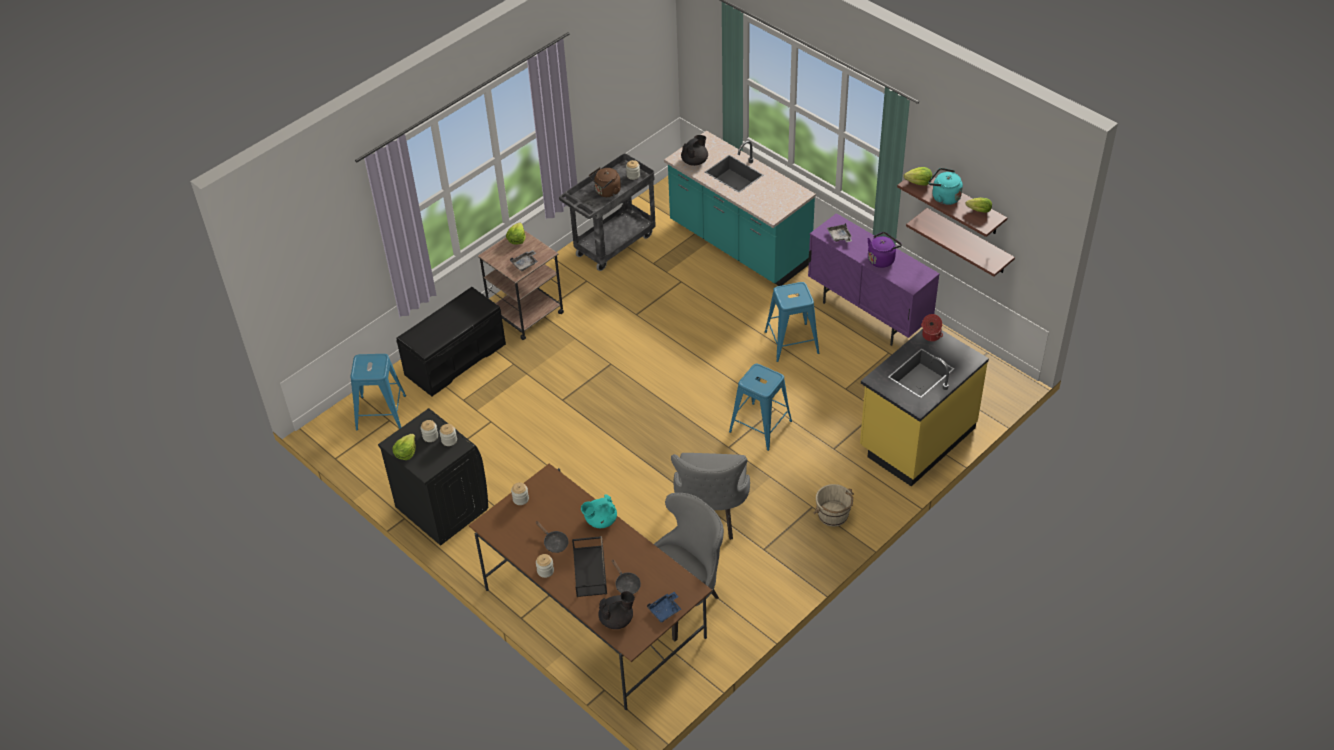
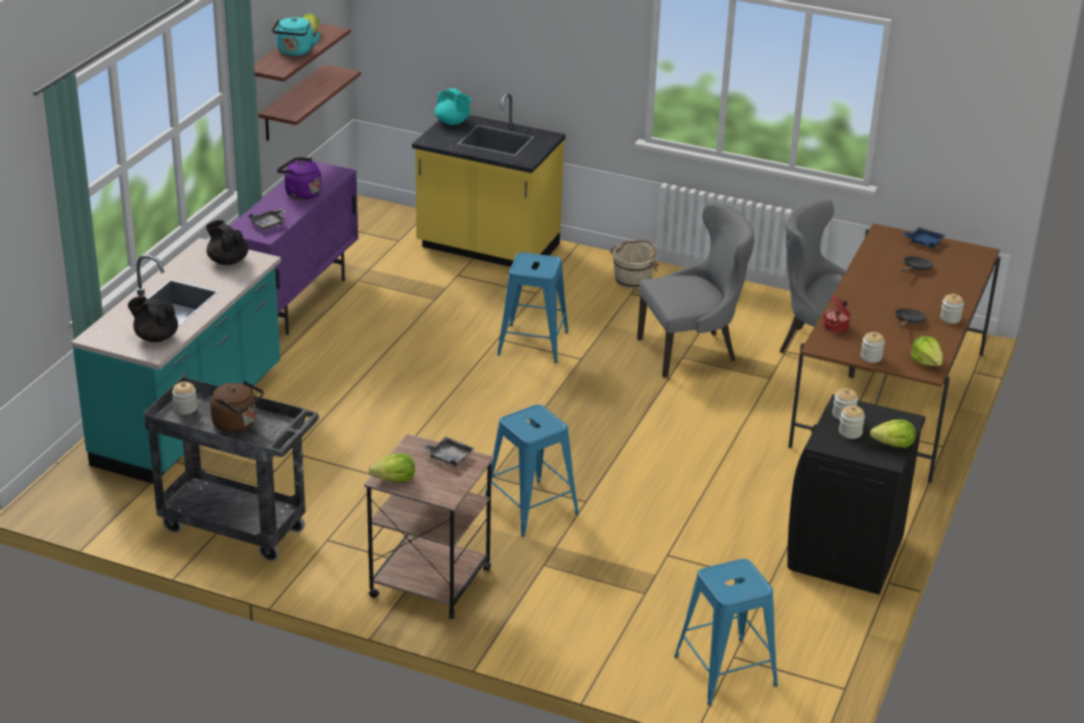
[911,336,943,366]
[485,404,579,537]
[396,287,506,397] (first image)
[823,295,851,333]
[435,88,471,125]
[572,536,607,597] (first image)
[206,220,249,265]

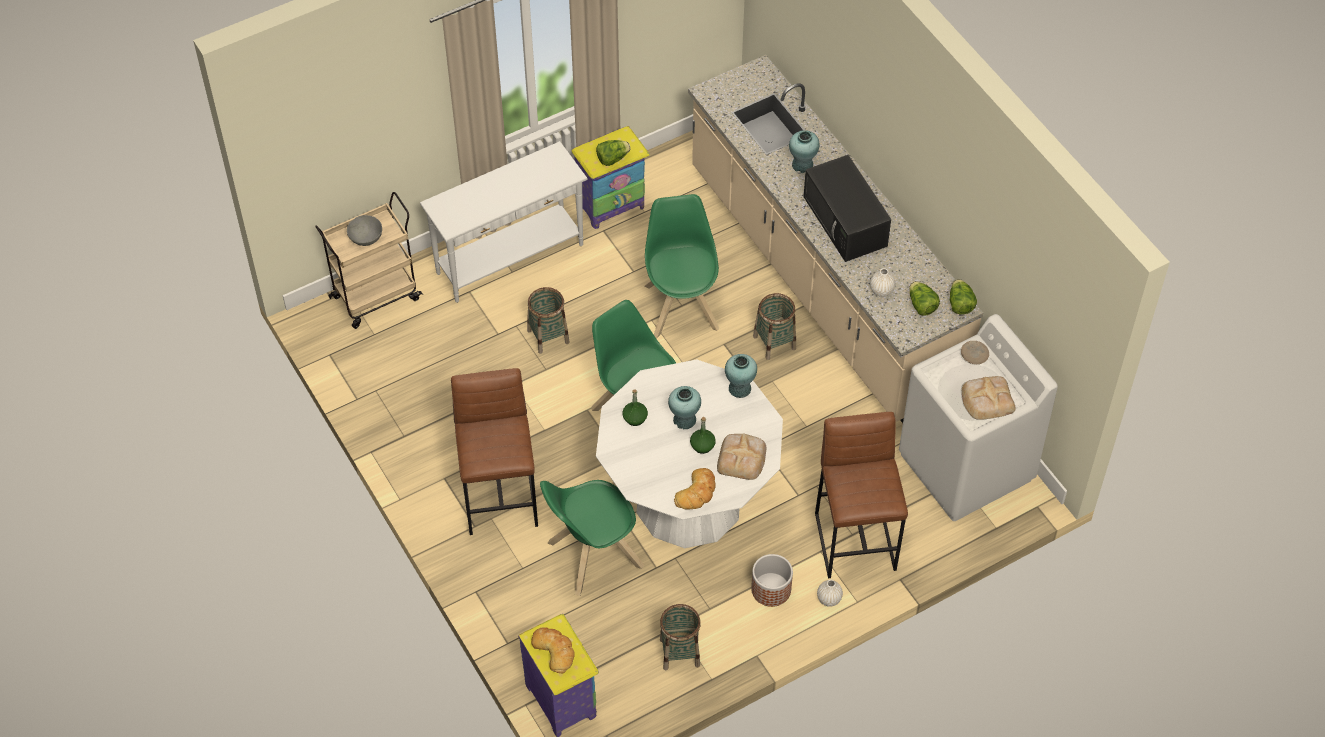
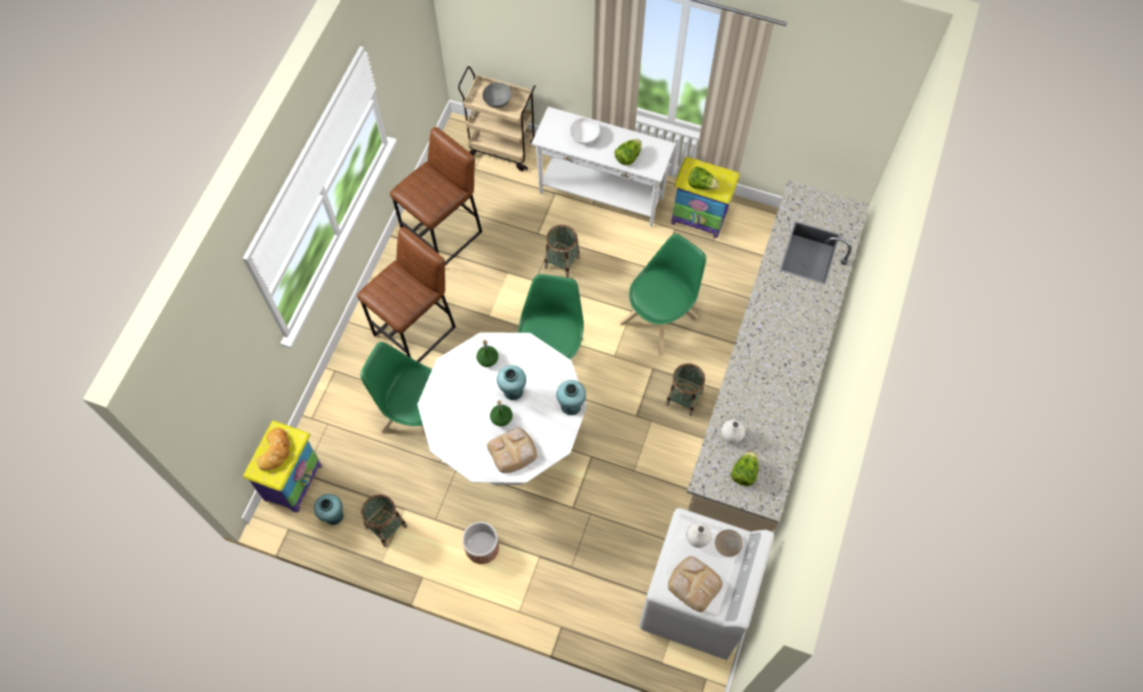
[314,494,344,525]
[803,155,891,262] (first image)
[615,139,642,165]
[390,127,482,265]
[674,468,716,510] (first image)
[686,522,712,548]
[570,117,600,144]

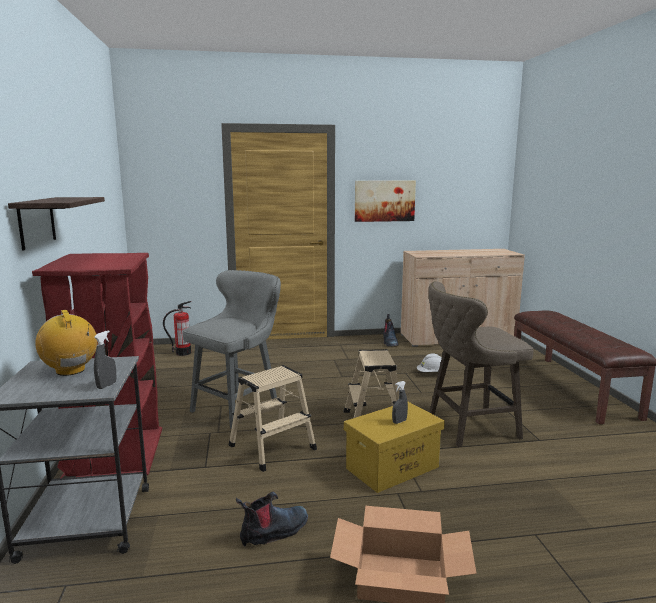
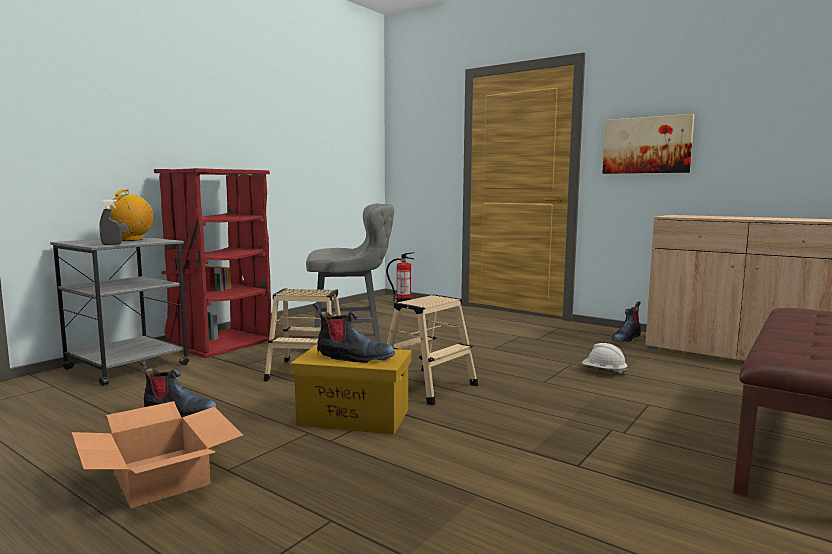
[8,197,105,251] (first image)
[429,281,534,447] (first image)
[313,303,395,363]

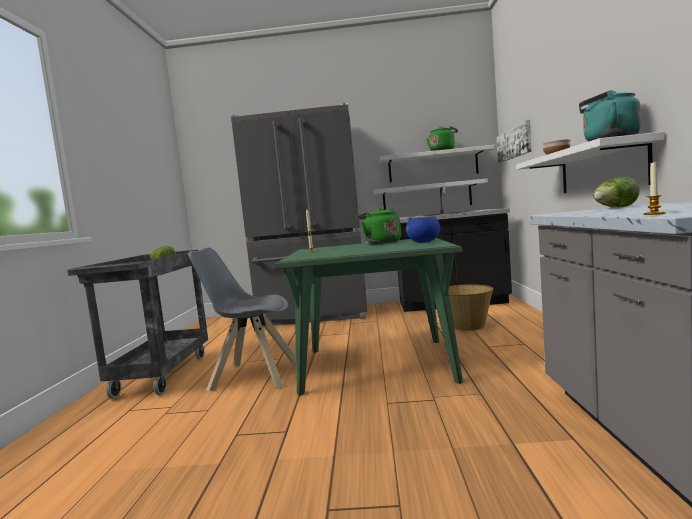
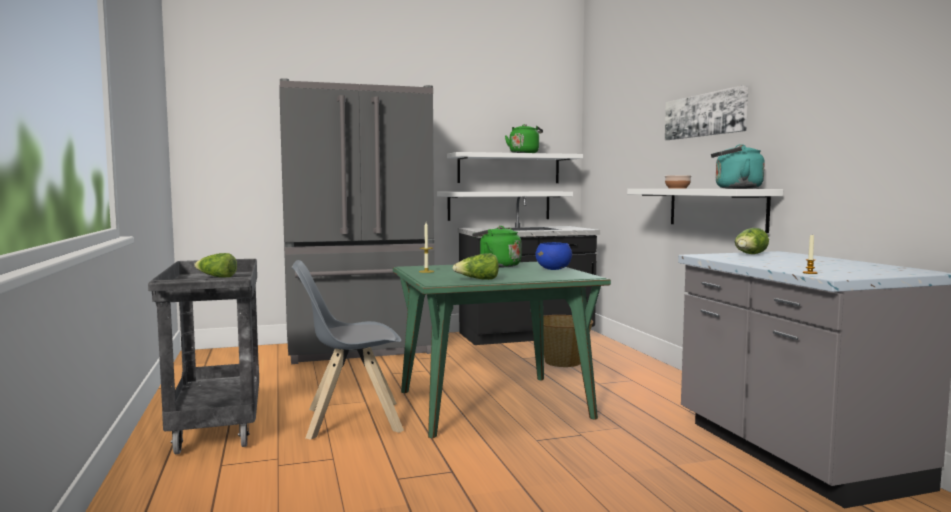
[665,85,749,140]
[453,253,499,280]

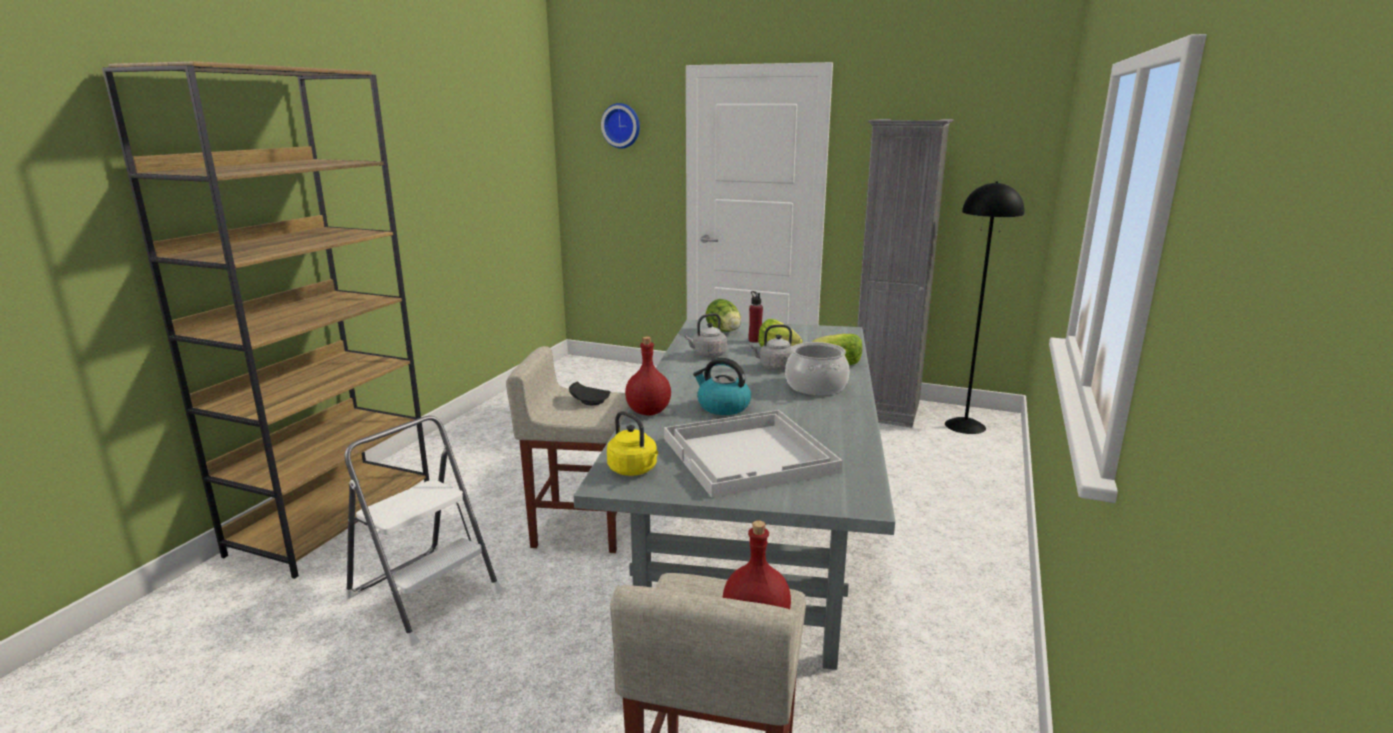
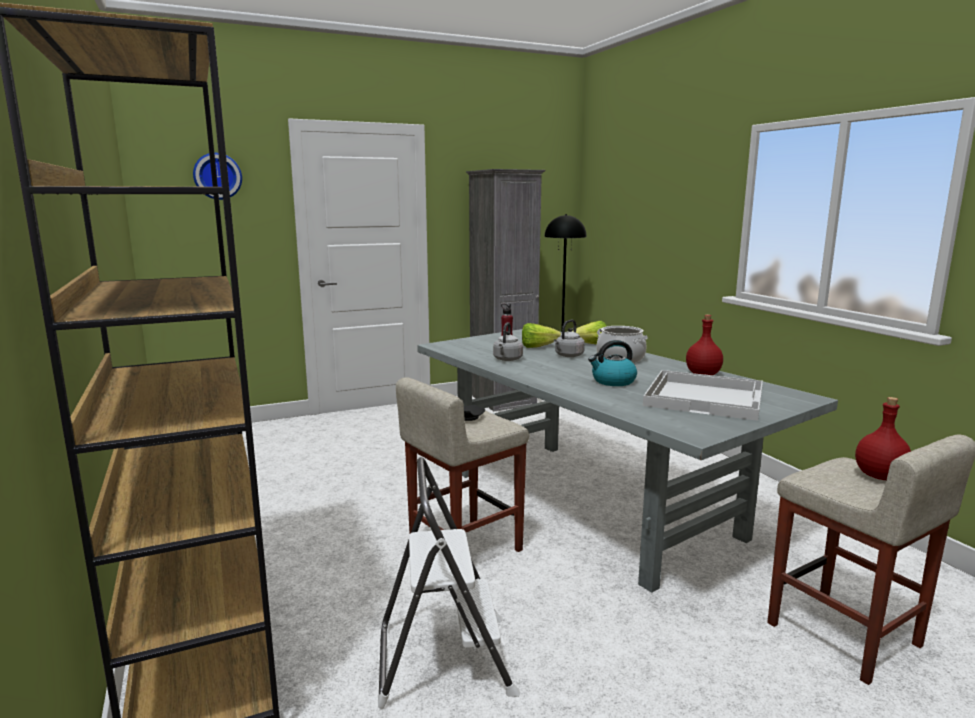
[706,299,741,332] (first image)
[686,315,723,375]
[607,411,658,476] (first image)

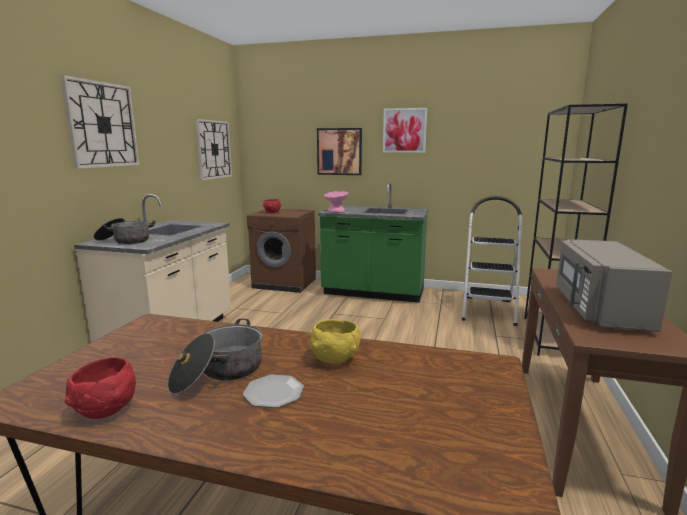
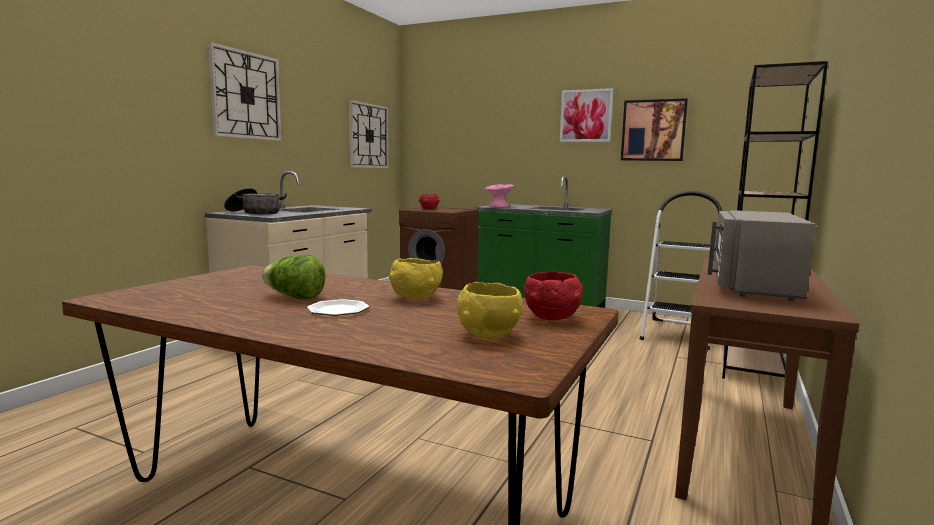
[621,98,688,161]
[262,255,326,299]
[524,272,583,320]
[457,282,523,338]

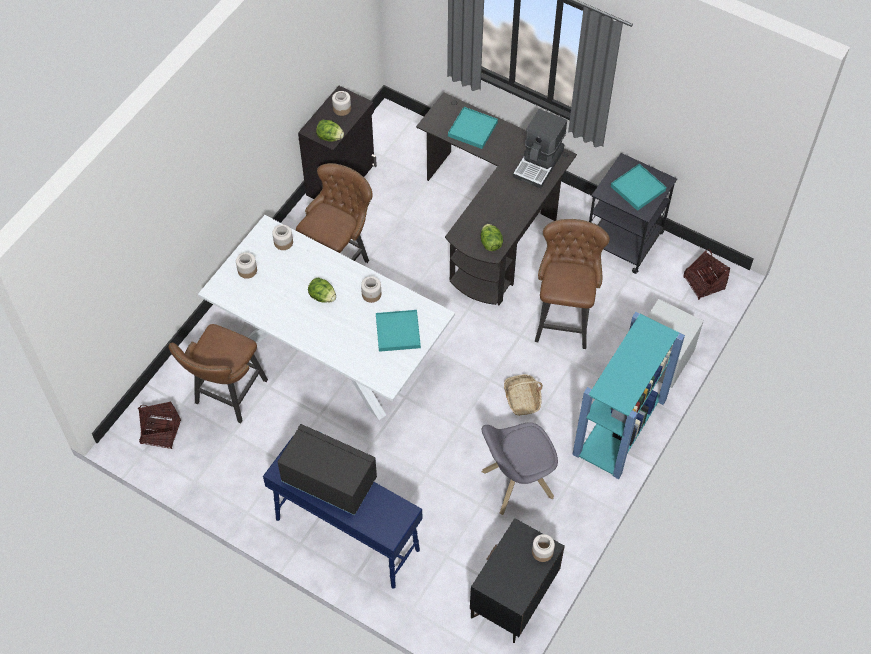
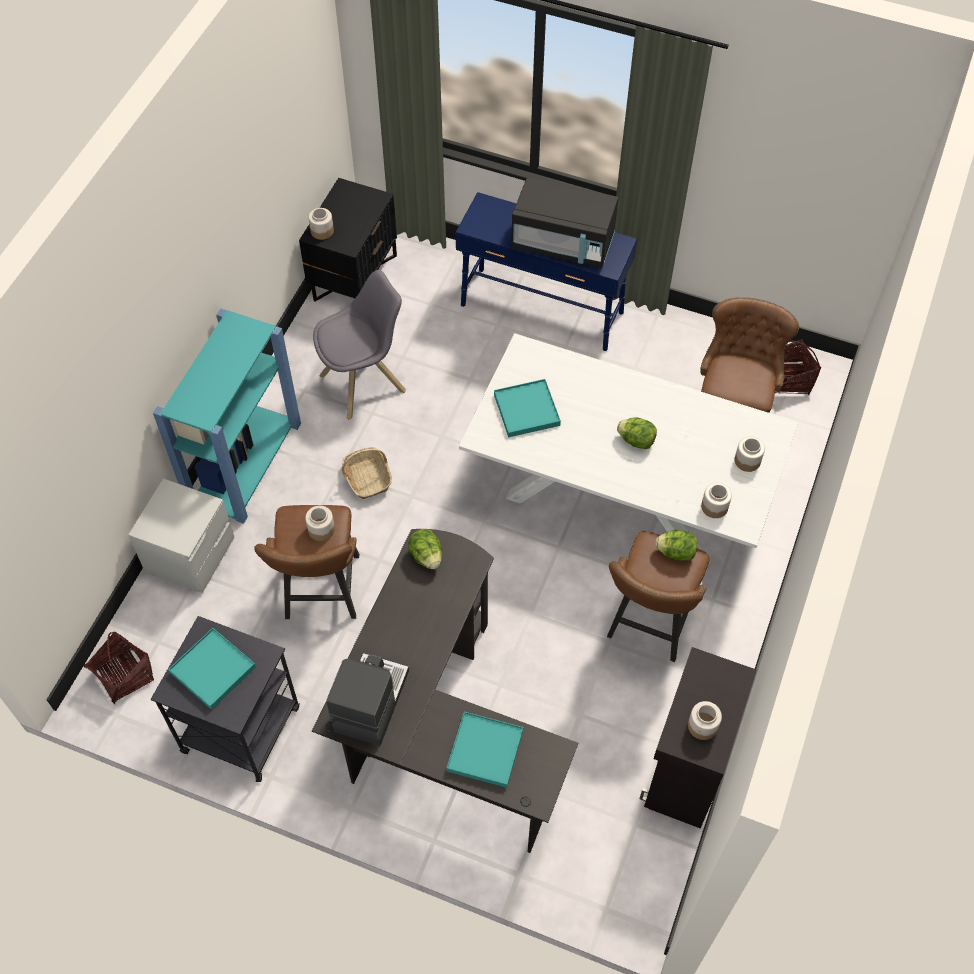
[655,530,697,561]
[305,506,335,541]

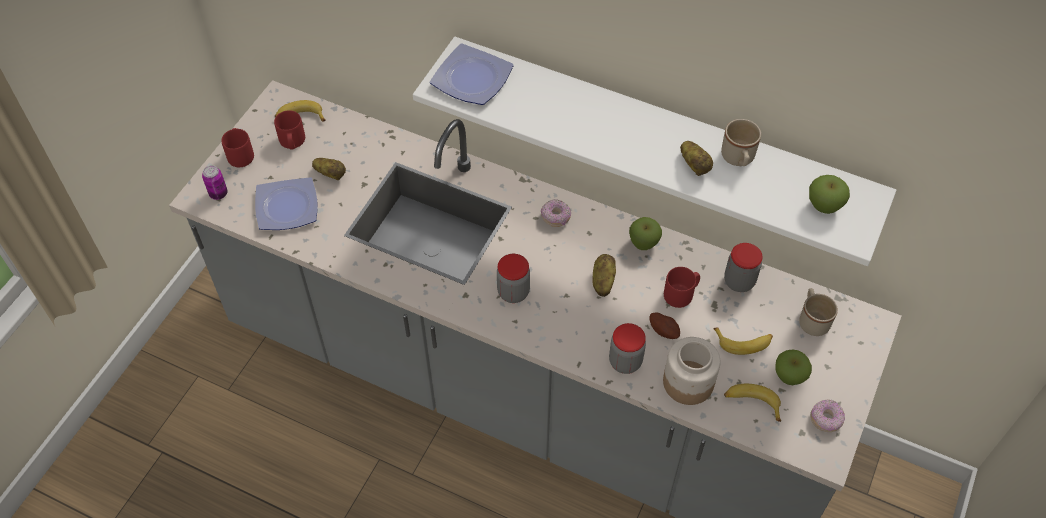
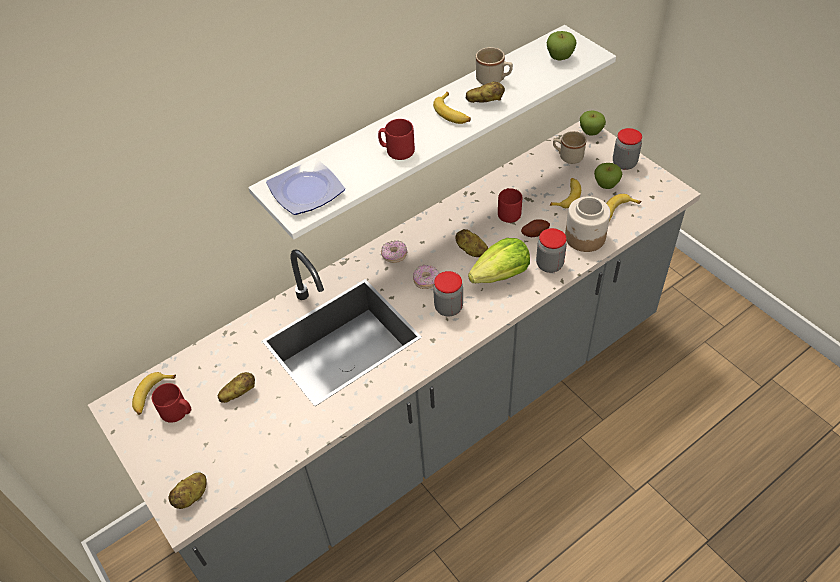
[378,119,415,160]
[169,472,207,509]
[255,177,318,230] (first image)
[580,110,606,136]
[613,128,642,170]
[413,265,440,289]
[433,92,471,124]
[468,238,530,283]

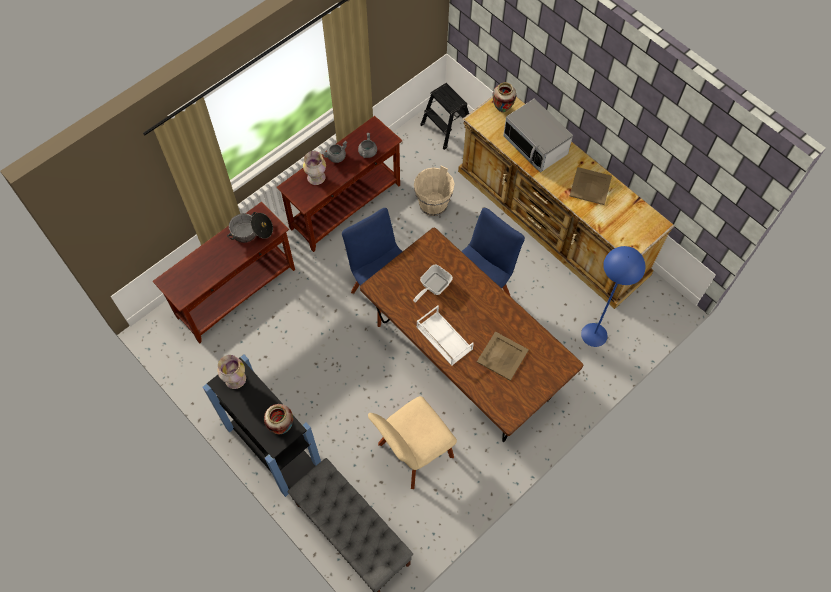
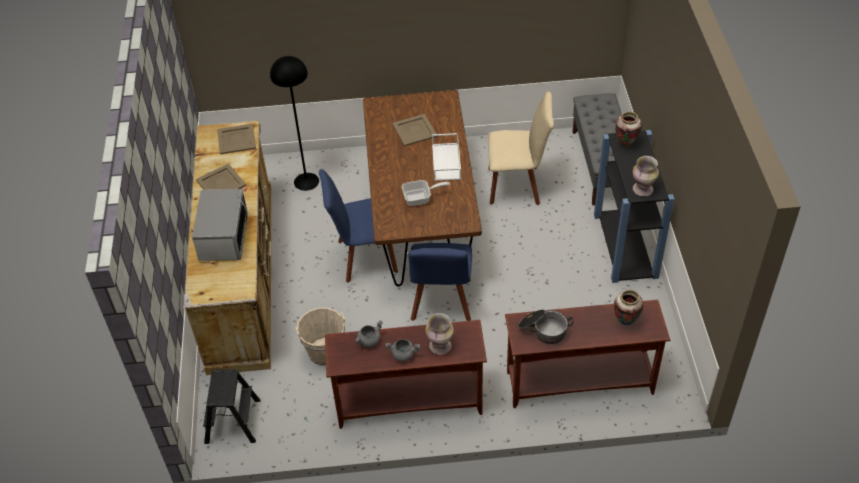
[614,290,643,325]
[270,56,319,191]
[217,124,256,154]

